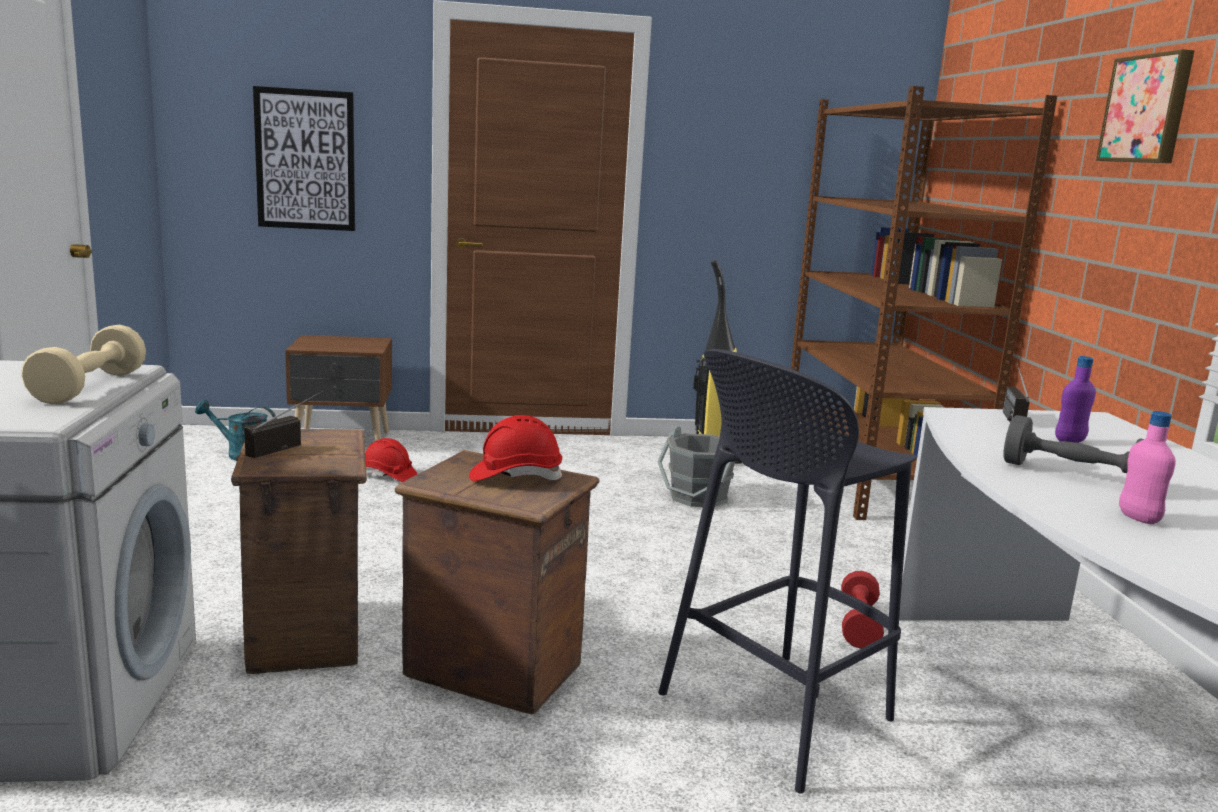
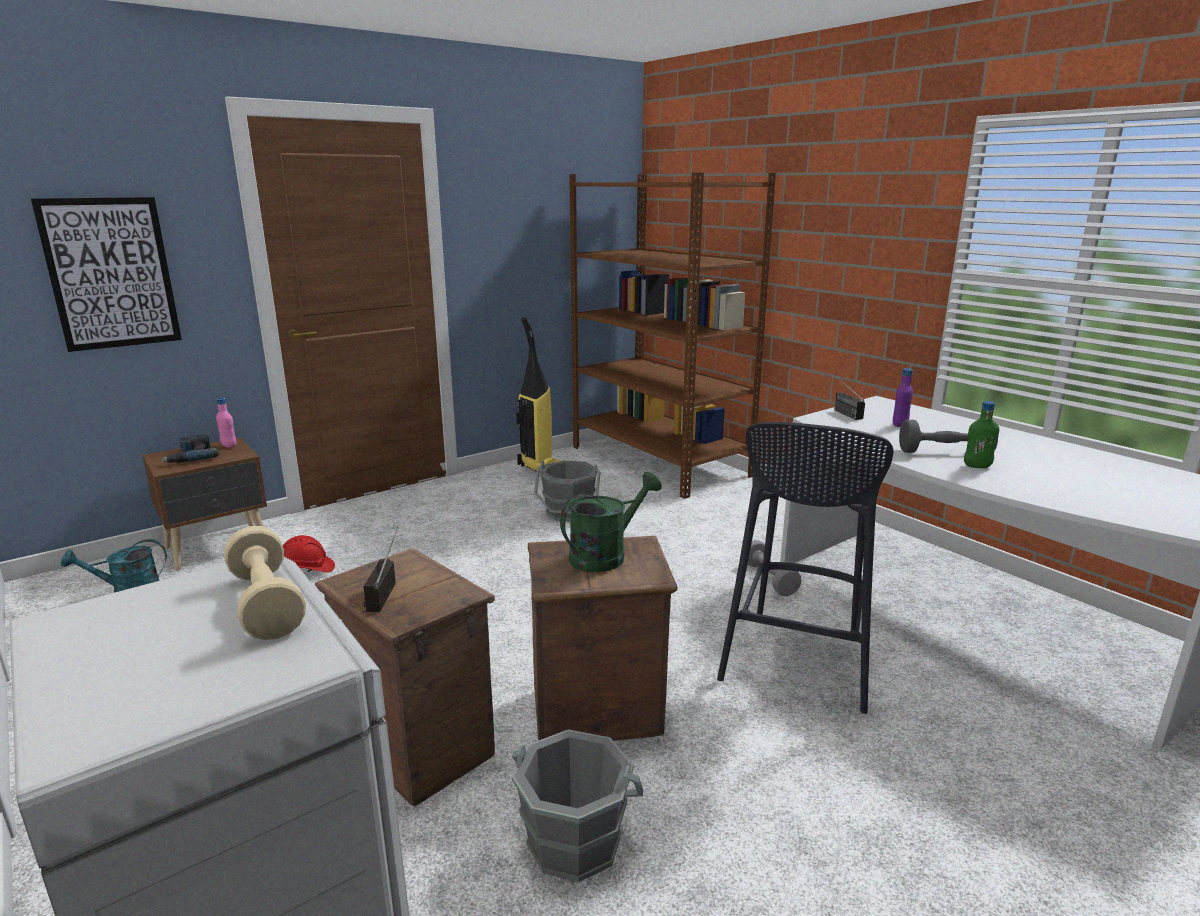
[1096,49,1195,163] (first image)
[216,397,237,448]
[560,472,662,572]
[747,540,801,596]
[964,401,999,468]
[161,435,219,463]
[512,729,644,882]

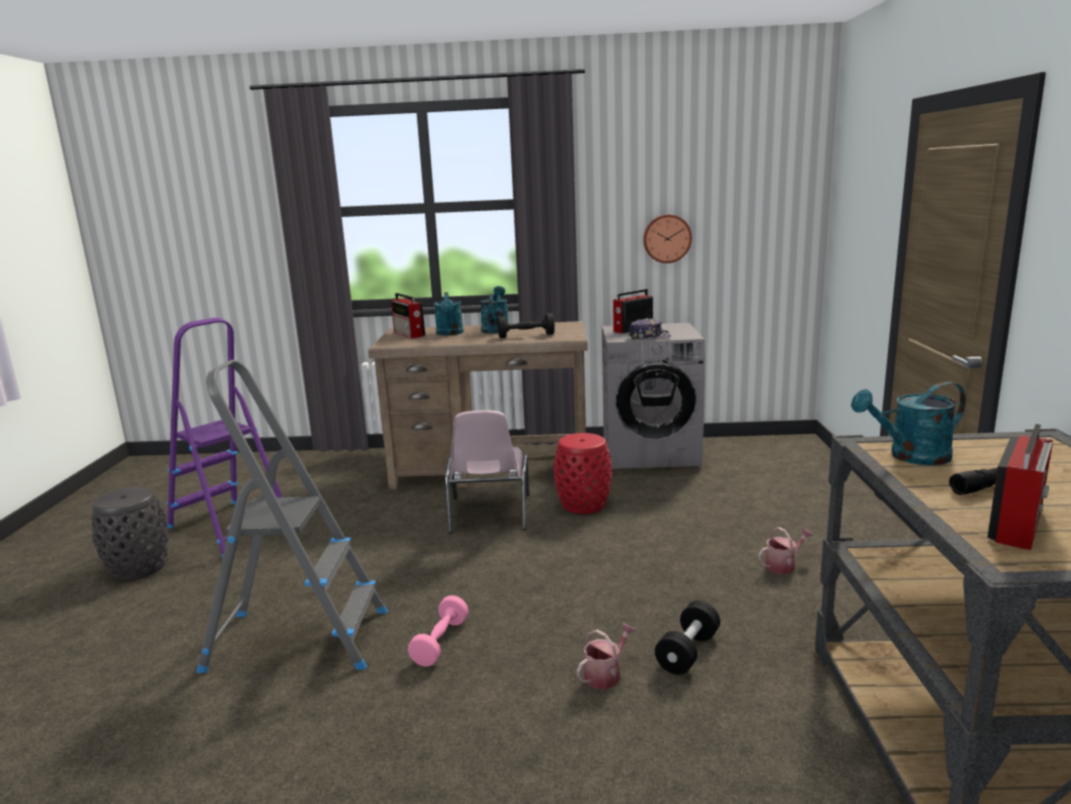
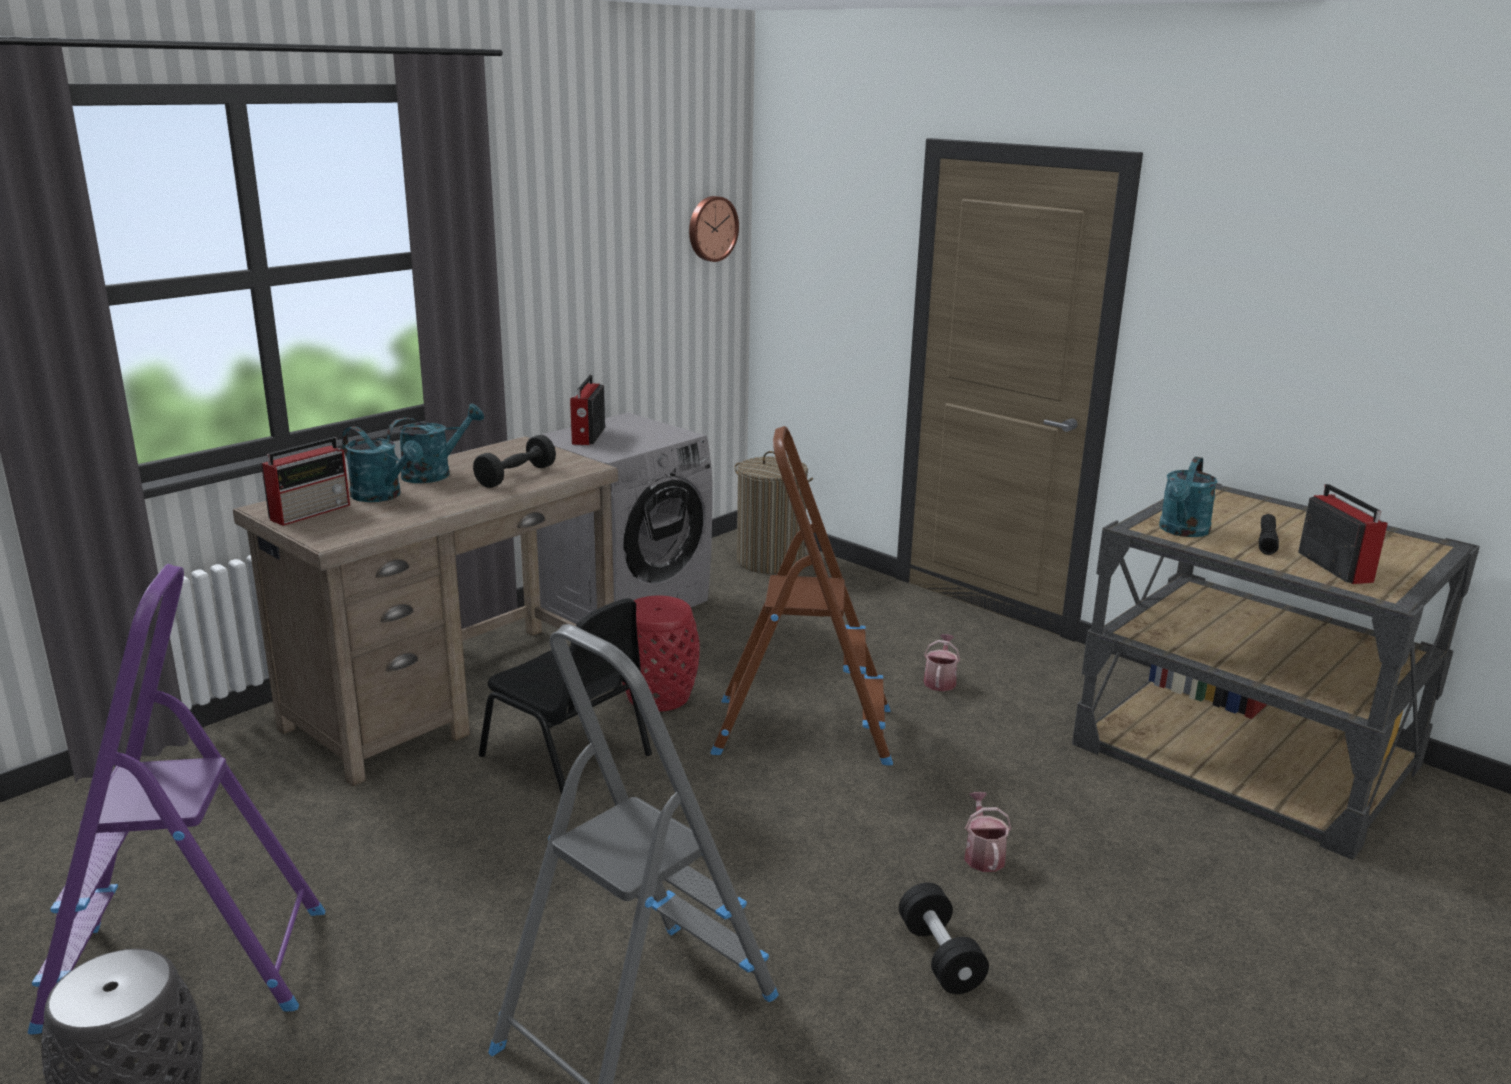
[689,196,739,262]
[387,404,484,483]
[261,437,350,526]
[629,318,671,340] (first image)
[479,598,652,795]
[408,595,469,667] (first image)
[899,882,989,994]
[710,426,893,765]
[734,451,813,574]

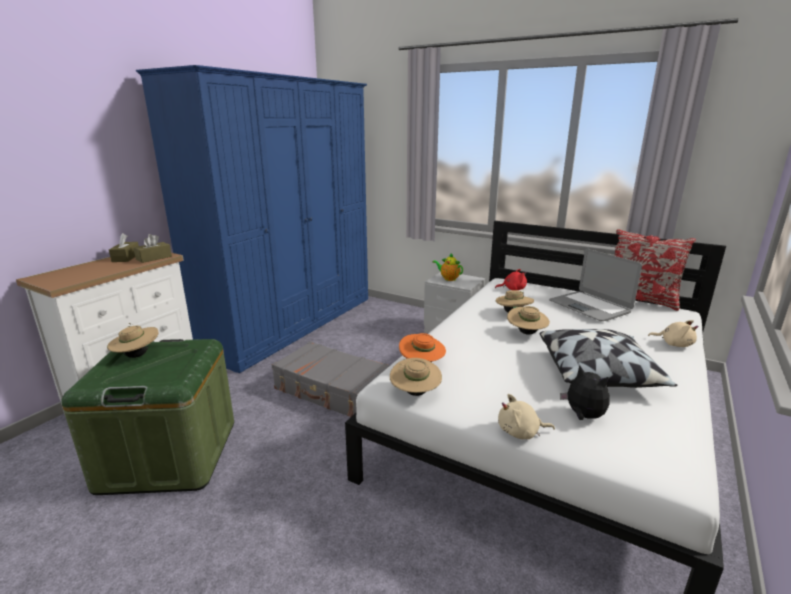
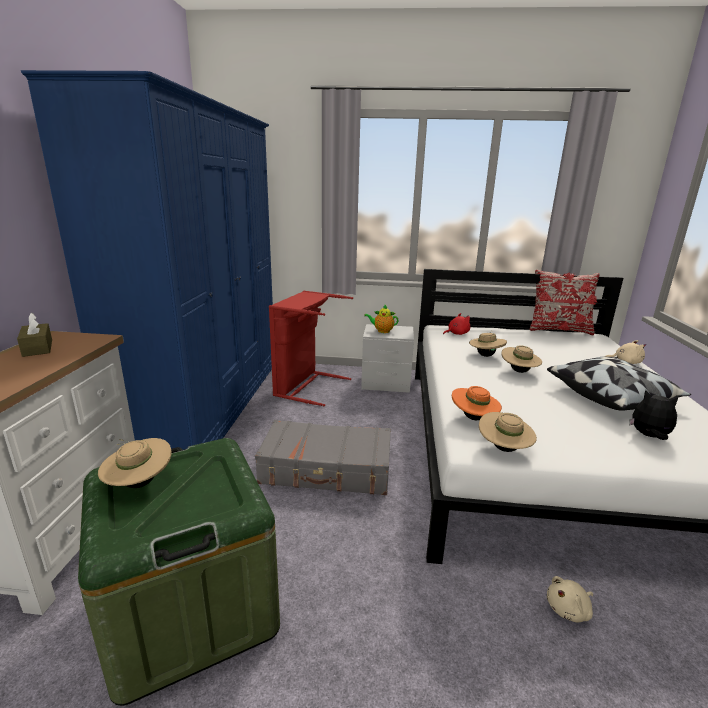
[133,234,172,263] (first image)
[549,249,642,321] (first image)
[547,576,593,622]
[269,291,353,406]

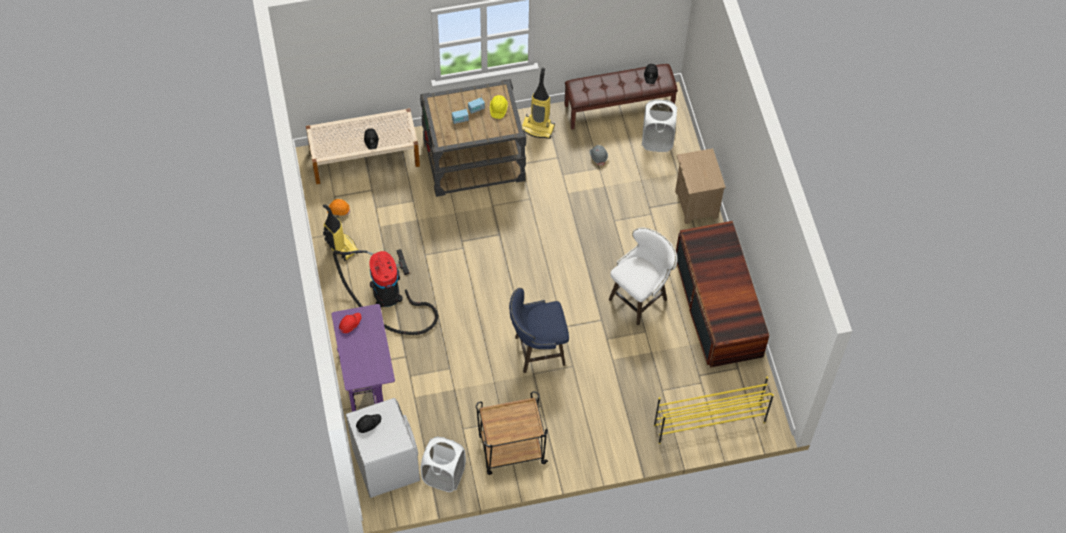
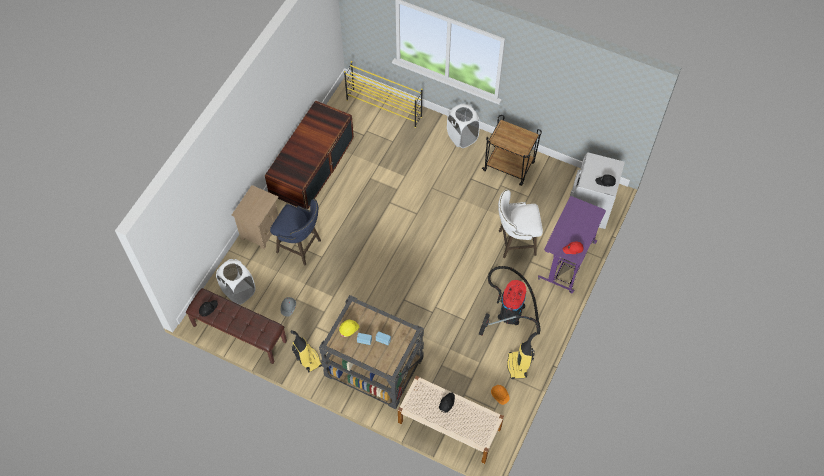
[498,189,543,258]
[270,199,321,266]
[447,103,480,148]

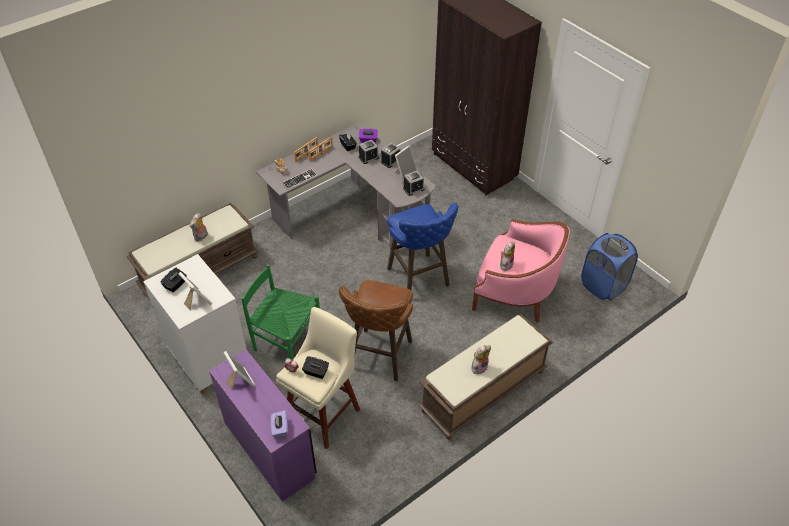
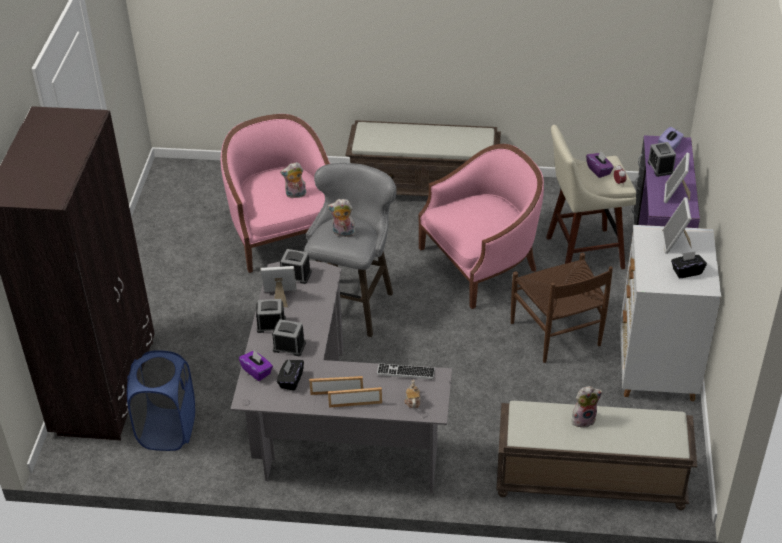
[304,163,397,337]
[127,350,195,451]
[511,253,613,363]
[419,144,544,309]
[327,199,355,237]
[586,151,614,178]
[648,142,676,177]

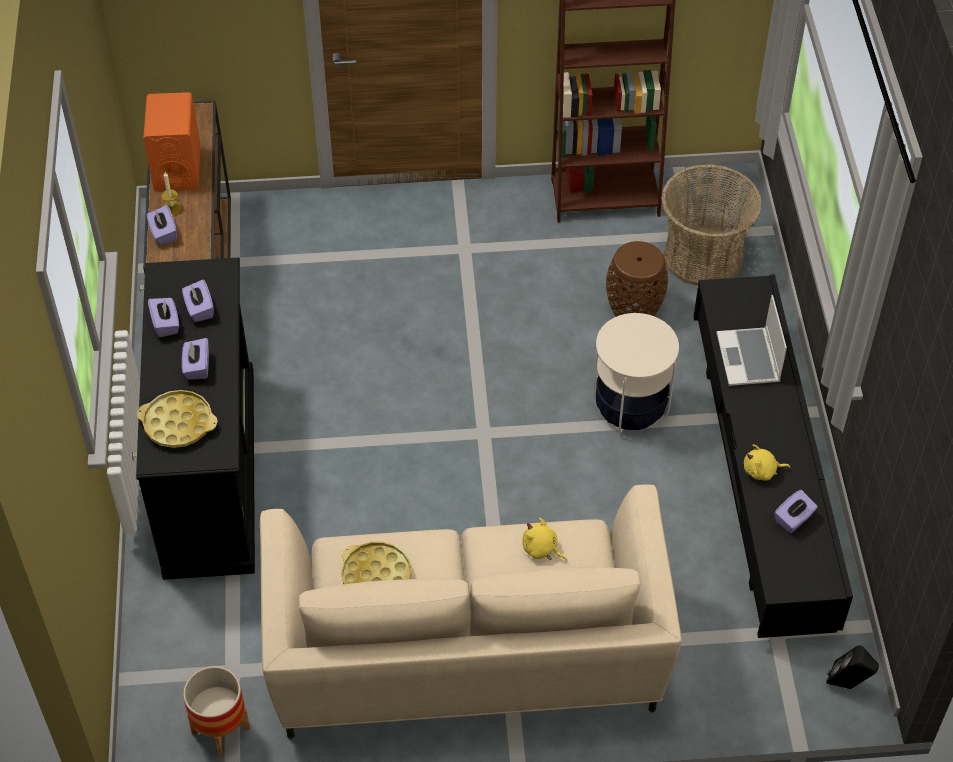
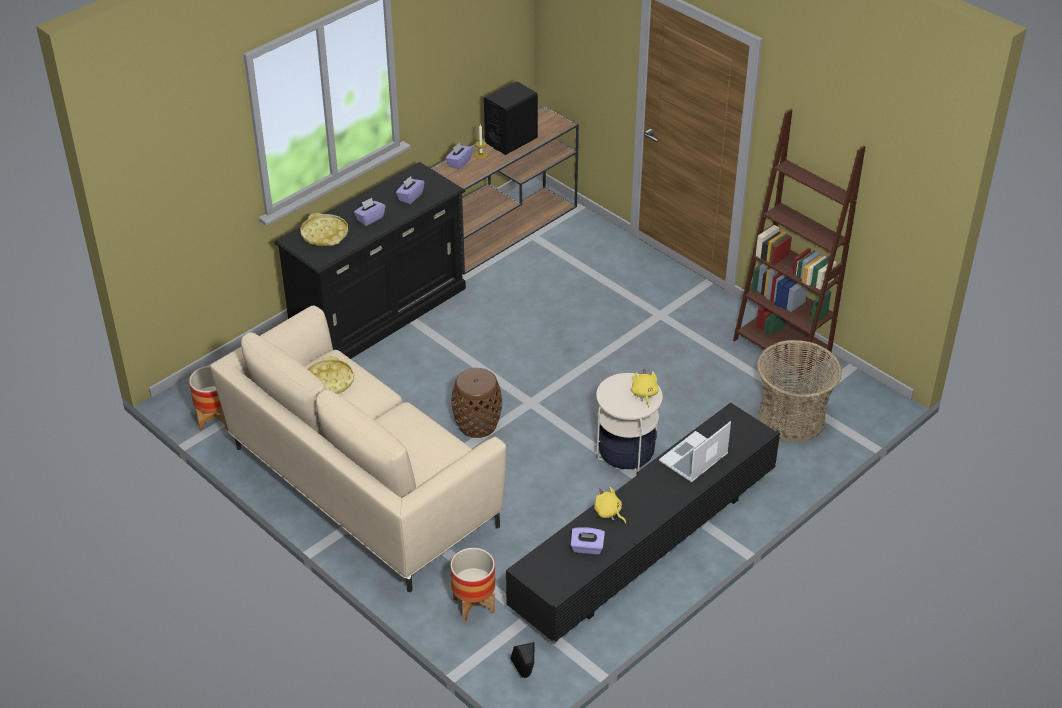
[484,81,538,155]
[451,368,502,438]
[148,298,179,337] (first image)
[631,369,659,408]
[450,548,495,622]

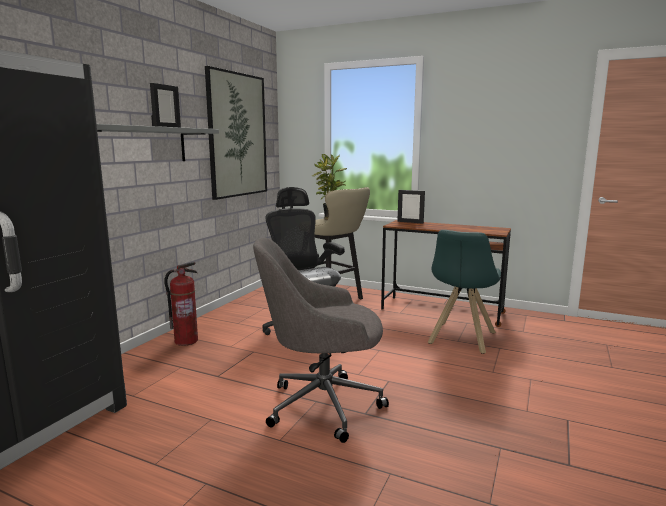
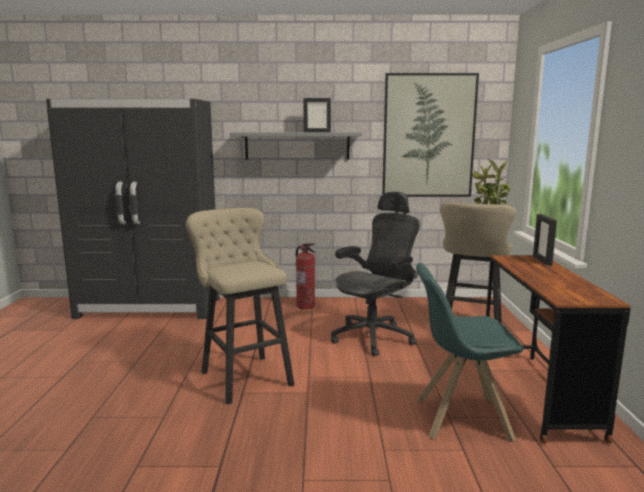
[186,207,295,405]

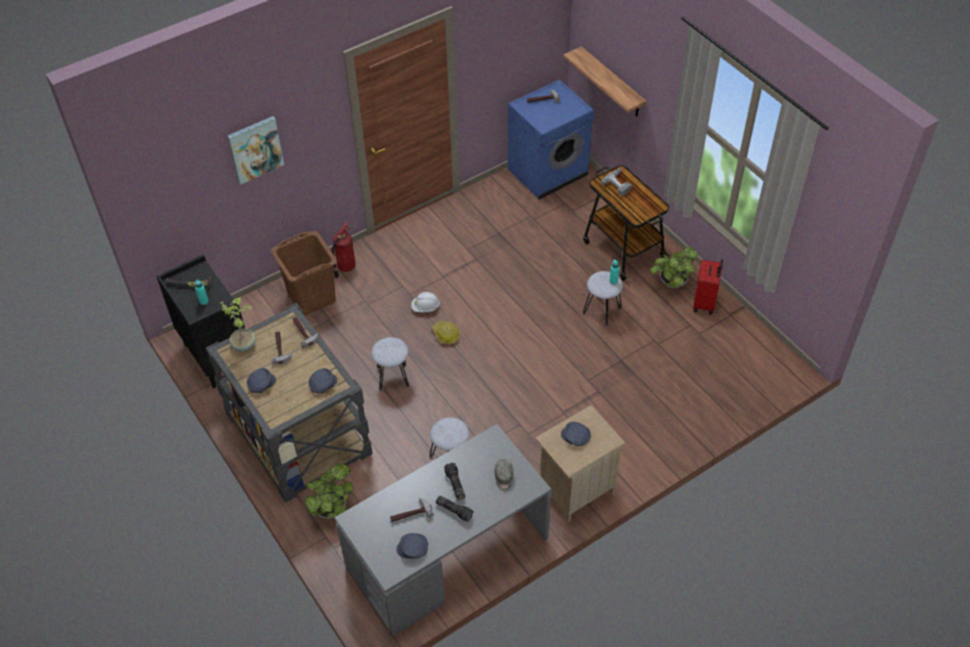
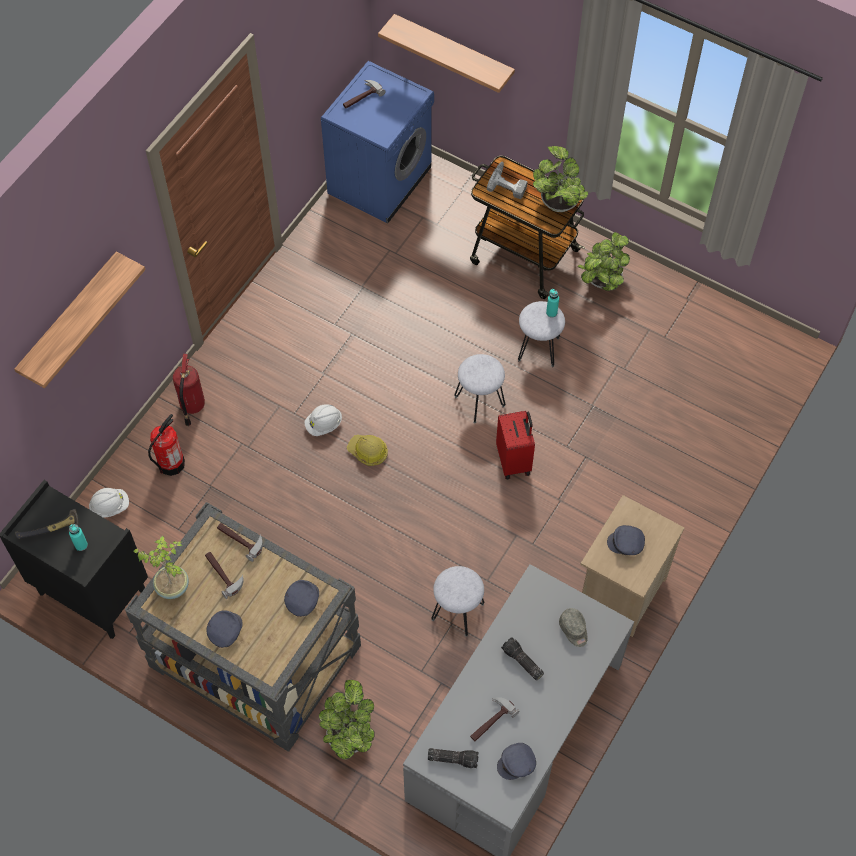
[14,251,145,388]
[148,414,185,476]
[496,411,535,479]
[454,354,505,423]
[427,748,479,768]
[533,146,589,212]
[89,488,129,517]

